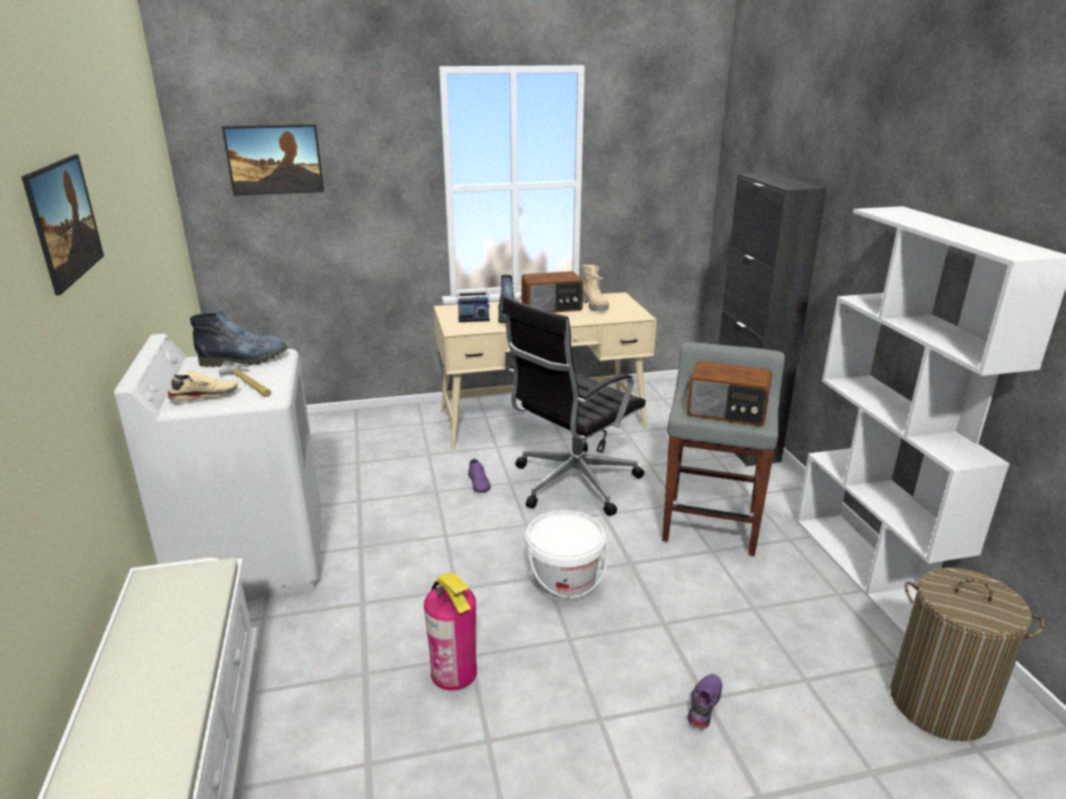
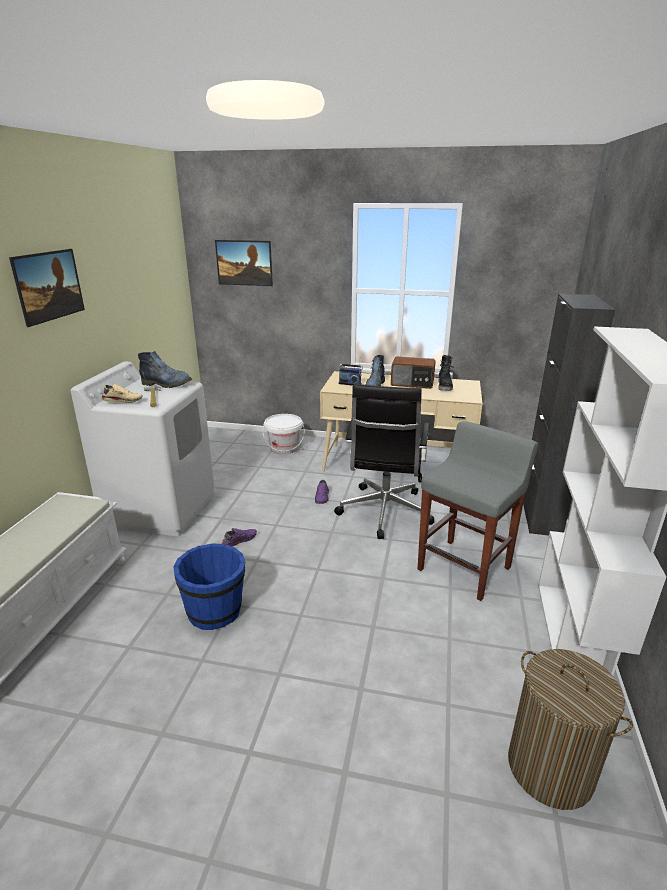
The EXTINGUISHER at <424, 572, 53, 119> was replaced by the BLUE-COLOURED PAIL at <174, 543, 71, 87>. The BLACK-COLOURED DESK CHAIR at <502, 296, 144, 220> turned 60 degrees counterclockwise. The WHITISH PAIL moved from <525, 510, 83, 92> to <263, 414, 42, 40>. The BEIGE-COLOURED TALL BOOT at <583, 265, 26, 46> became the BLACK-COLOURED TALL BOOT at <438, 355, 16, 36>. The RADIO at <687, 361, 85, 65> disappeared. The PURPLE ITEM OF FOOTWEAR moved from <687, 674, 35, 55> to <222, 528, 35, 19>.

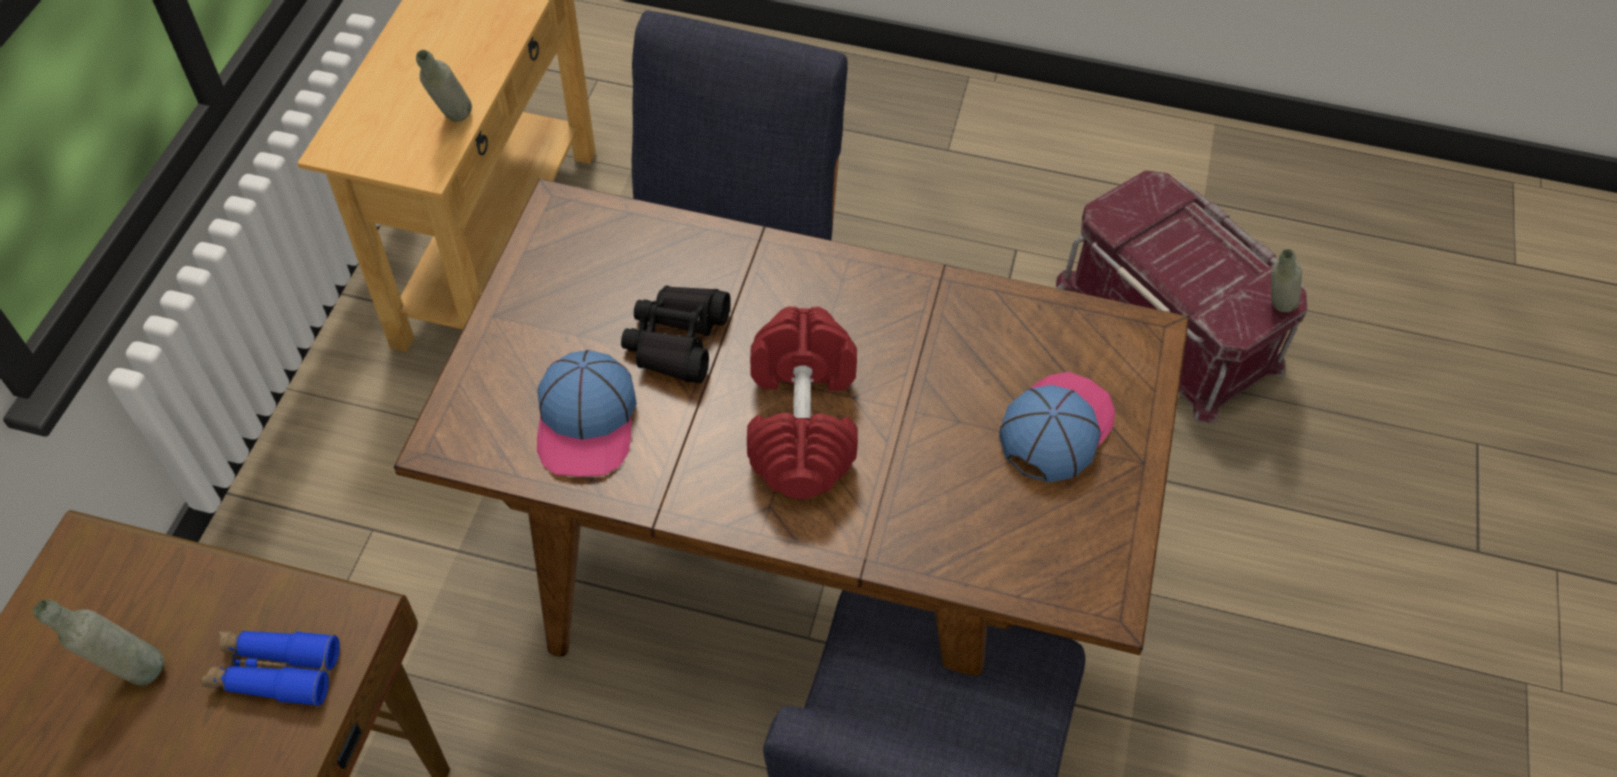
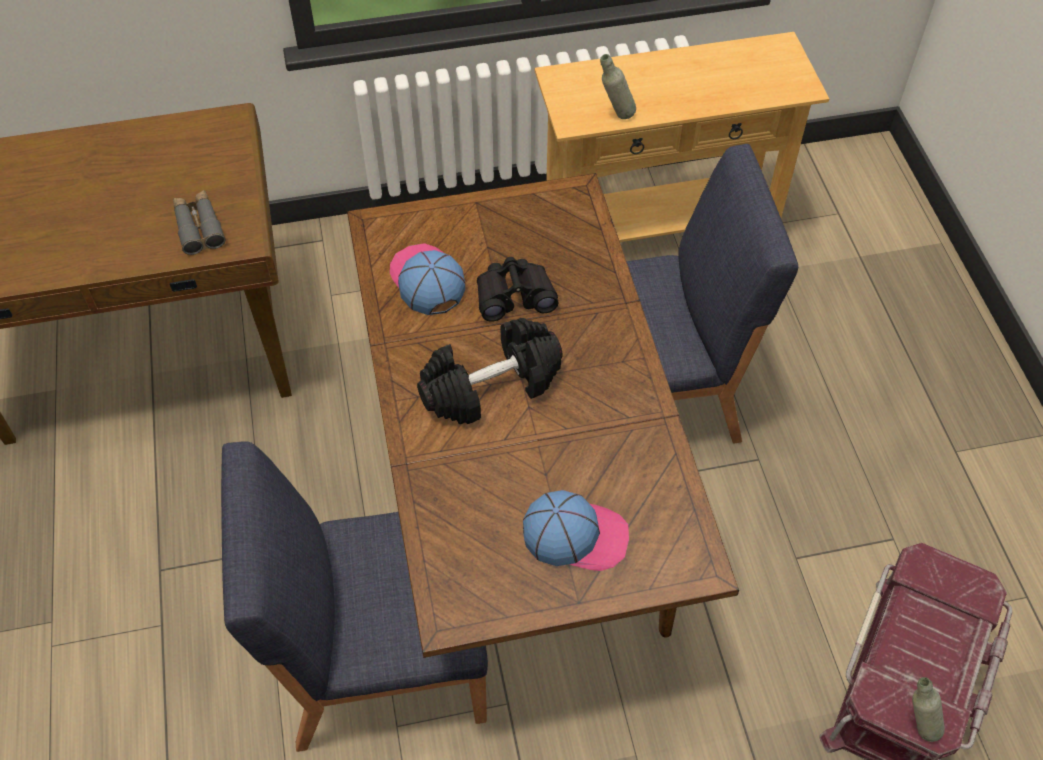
The GREY BEVERAGE BOTTLE at <33, 600, 131, 86> disappeared. The BLUE-COLOURED PAIR OF BINOCULARS at <200, 631, 140, 75> became the GREY PAIR OF BINOCULARS at <173, 190, 53, 65>. The BASEBALL CAP at <537, 350, 100, 127> turned 90 degrees clockwise. The RED-COLOURED DUMBBELL at <747, 306, 111, 193> became the BLACK-COLOURED DUMBBELL at <417, 318, 146, 106>.

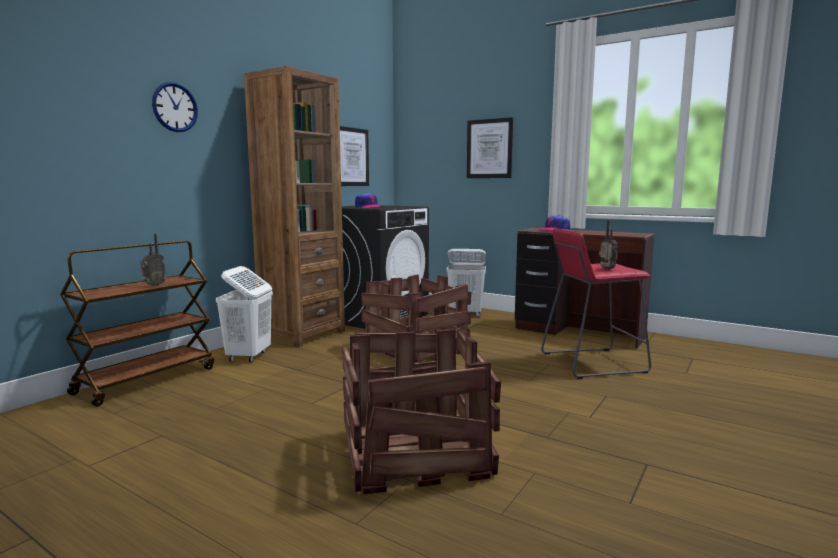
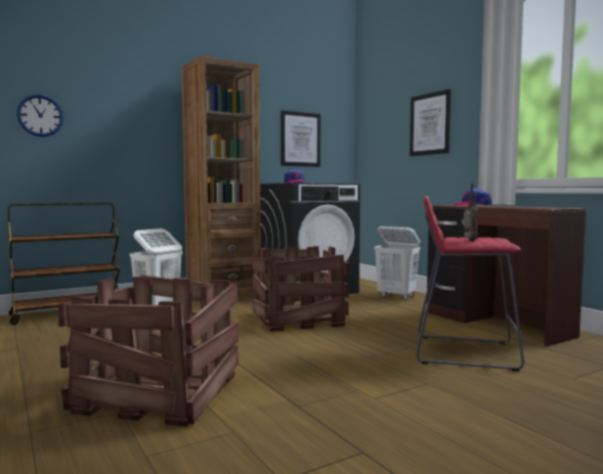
The RADIO at <141, 234, 25, 52> disappeared. The CLOCK ON THE WALL moved from <152, 82, 46, 50> to <17, 94, 46, 43>.

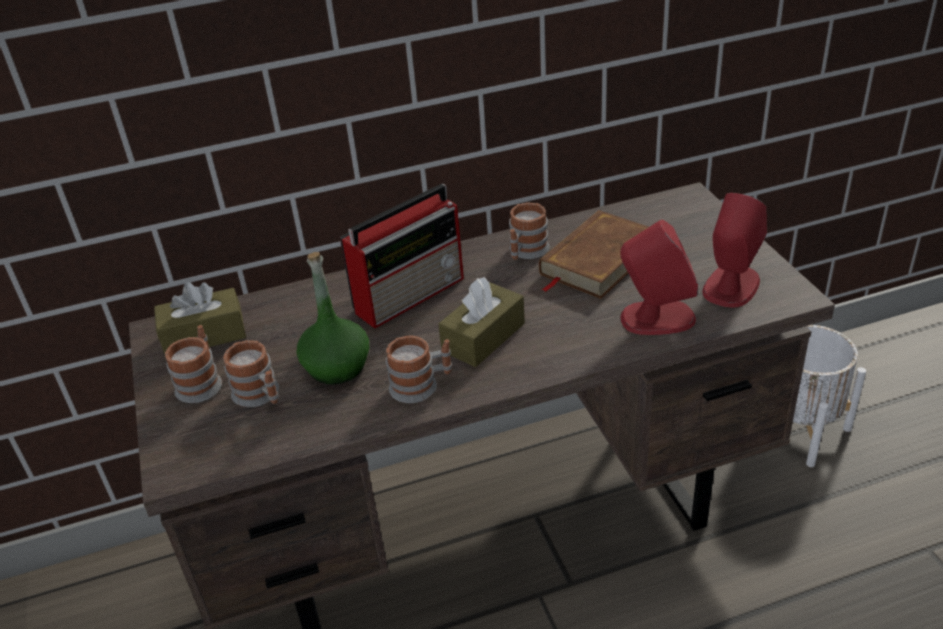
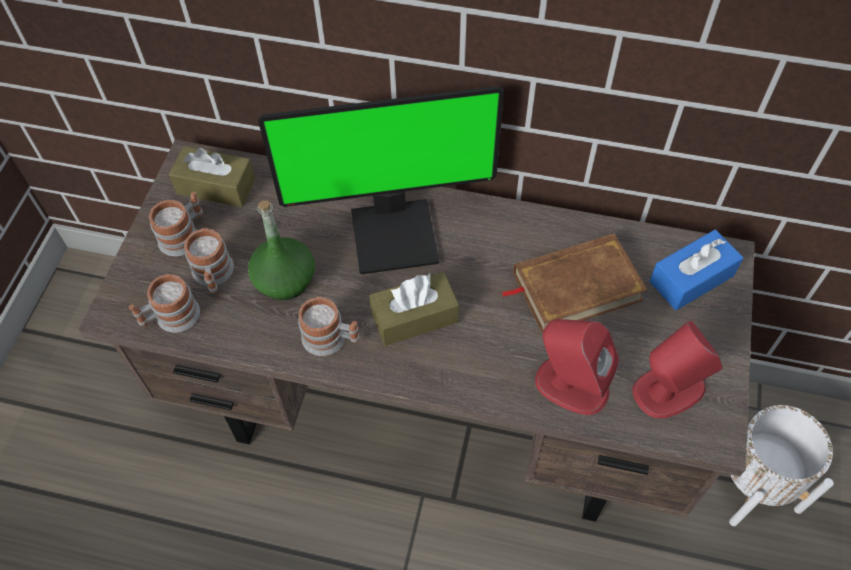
The RADIO at <340, 184, 124, 144> was replaced by the COMPUTER SCREEN at <258, 86, 246, 188>. The COFFEE MUG moved from <509, 202, 41, 58> to <129, 274, 71, 59>. The BLUE-COLOURED TISSUE BOX at <649, 230, 94, 80> appeared.

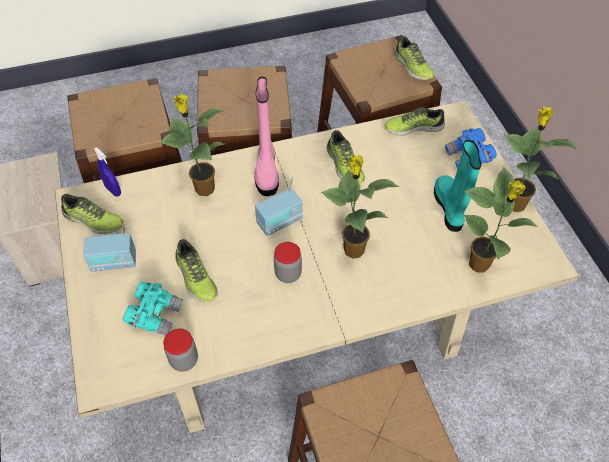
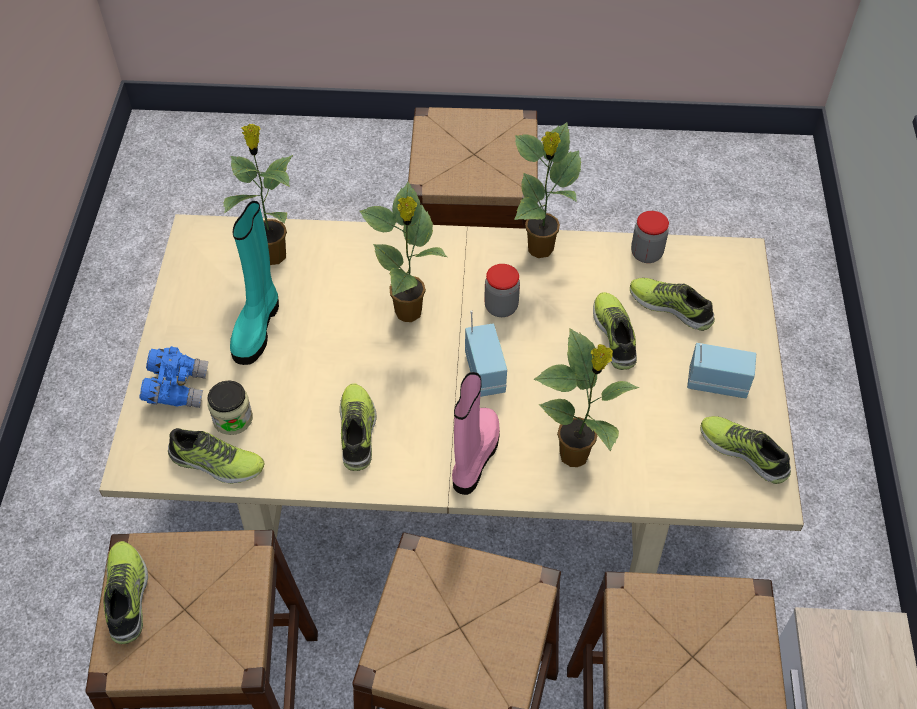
The BLUE-COLOURED SPRAY BOTTLE at <94, 147, 27, 50> disappeared. The TURQUOISE-COLOURED PAIR OF BINOCULARS at <123, 282, 60, 53> was replaced by the ITEM OF FOOTWEAR at <630, 278, 85, 53>. The RADIO at <255, 177, 48, 59> turned 90 degrees clockwise. The PLANT IN A POT moved from <504, 106, 76, 106> to <514, 122, 67, 136>. The STORAGE JAR at <207, 380, 46, 55> appeared.

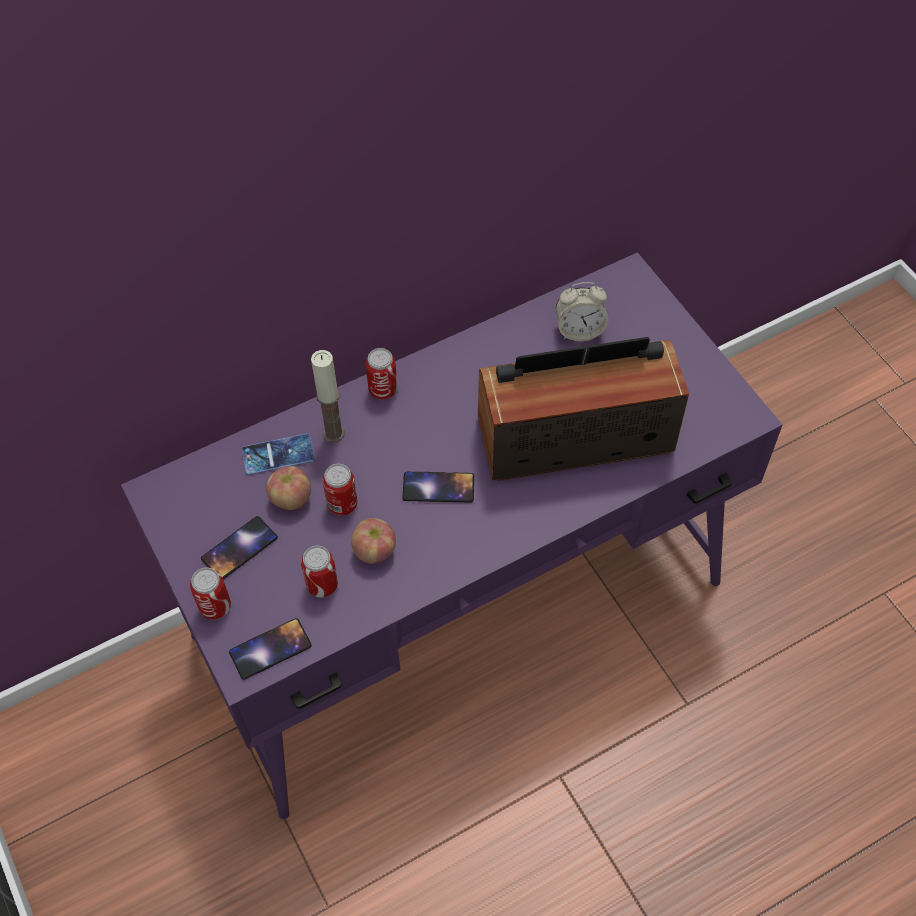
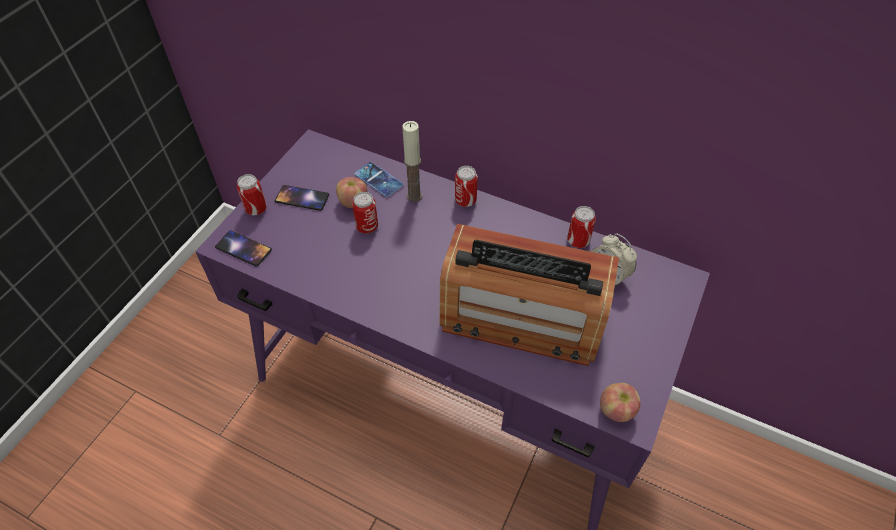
The CAN moved from <301, 546, 37, 52> to <567, 206, 29, 42>. The WHOLE APPLE moved from <351, 518, 45, 46> to <600, 383, 41, 39>. The TELEPHONE at <402, 472, 72, 31> disappeared. The RADIO at <478, 337, 211, 144> turned 150 degrees clockwise.

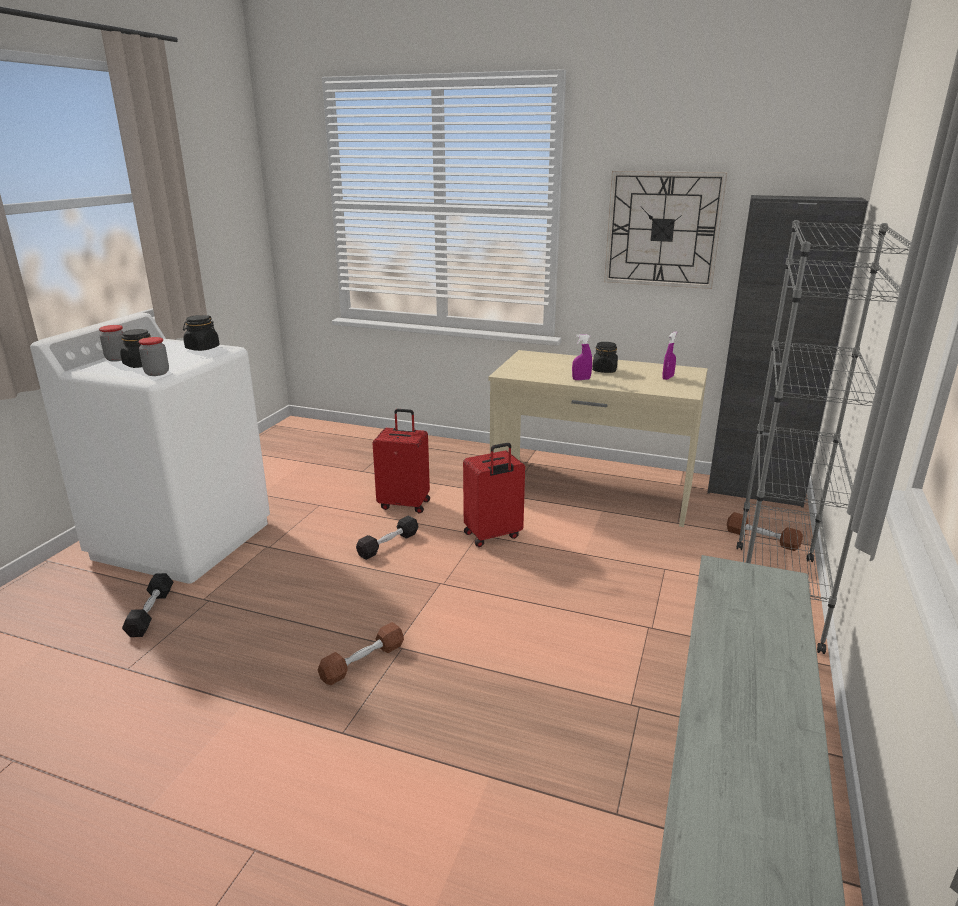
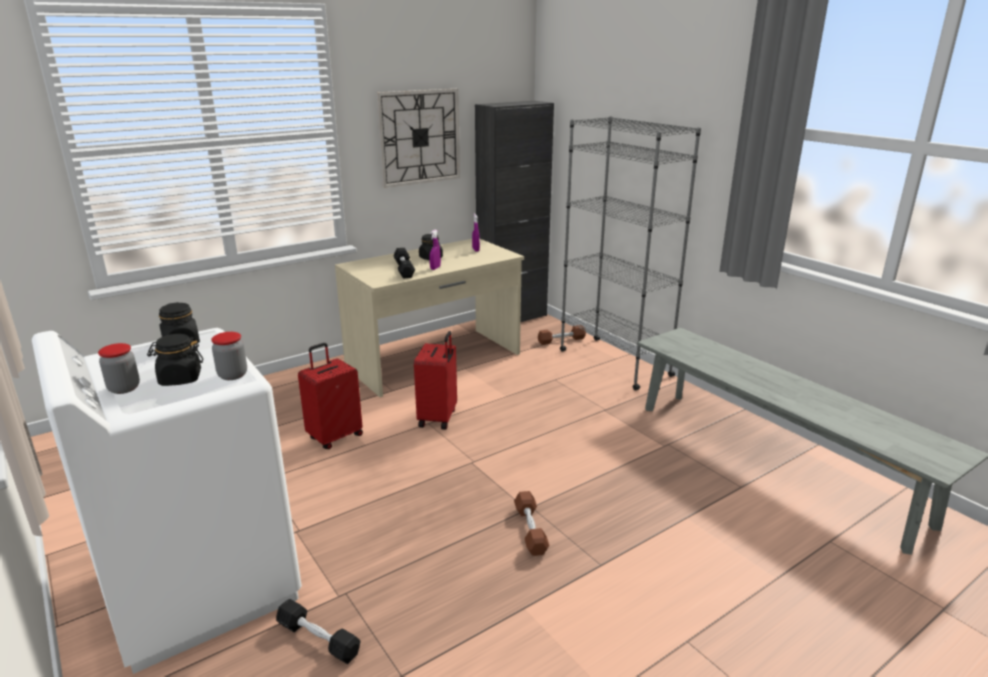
The BLACK-COLOURED DUMBBELL moved from <356, 516, 62, 44> to <393, 248, 22, 30>.

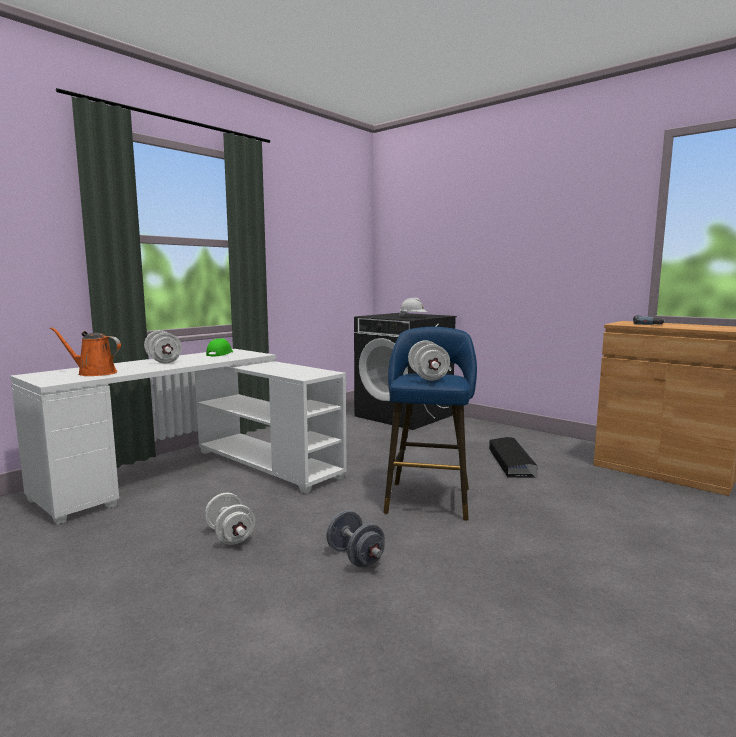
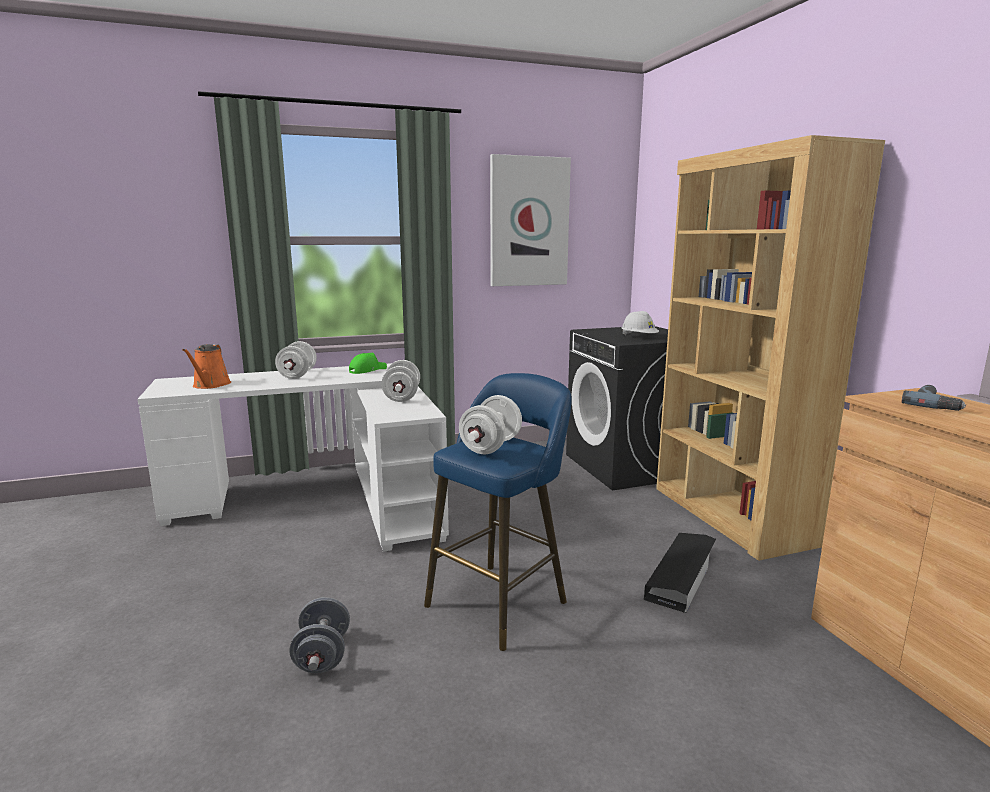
The ORANGEY WATERING POT at <50, 327, 71, 49> turned 135 degrees counterclockwise. The WHITISH DUMBBELL moved from <205, 493, 50, 52> to <381, 360, 39, 42>. The WALL ART at <490, 154, 81, 132> appeared. The BROWN BOOKCASE at <656, 135, 229, 426> appeared.

